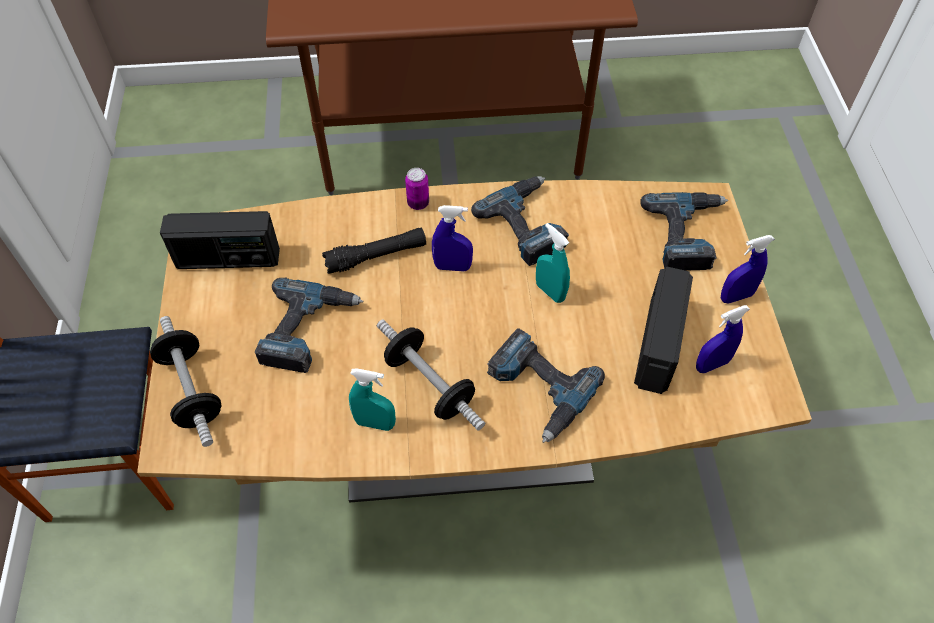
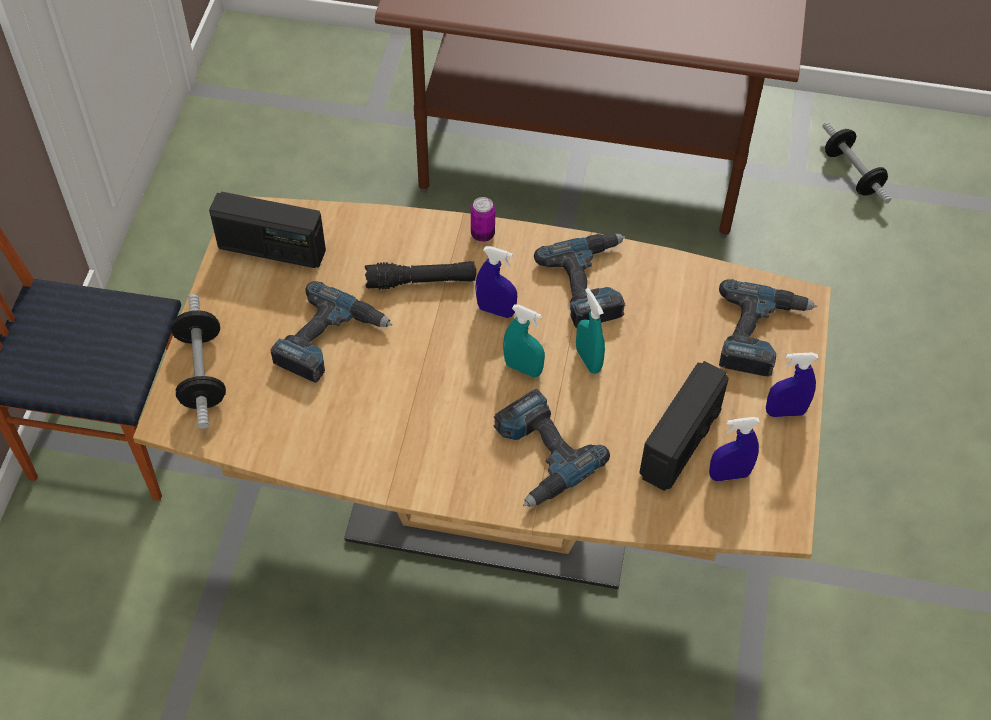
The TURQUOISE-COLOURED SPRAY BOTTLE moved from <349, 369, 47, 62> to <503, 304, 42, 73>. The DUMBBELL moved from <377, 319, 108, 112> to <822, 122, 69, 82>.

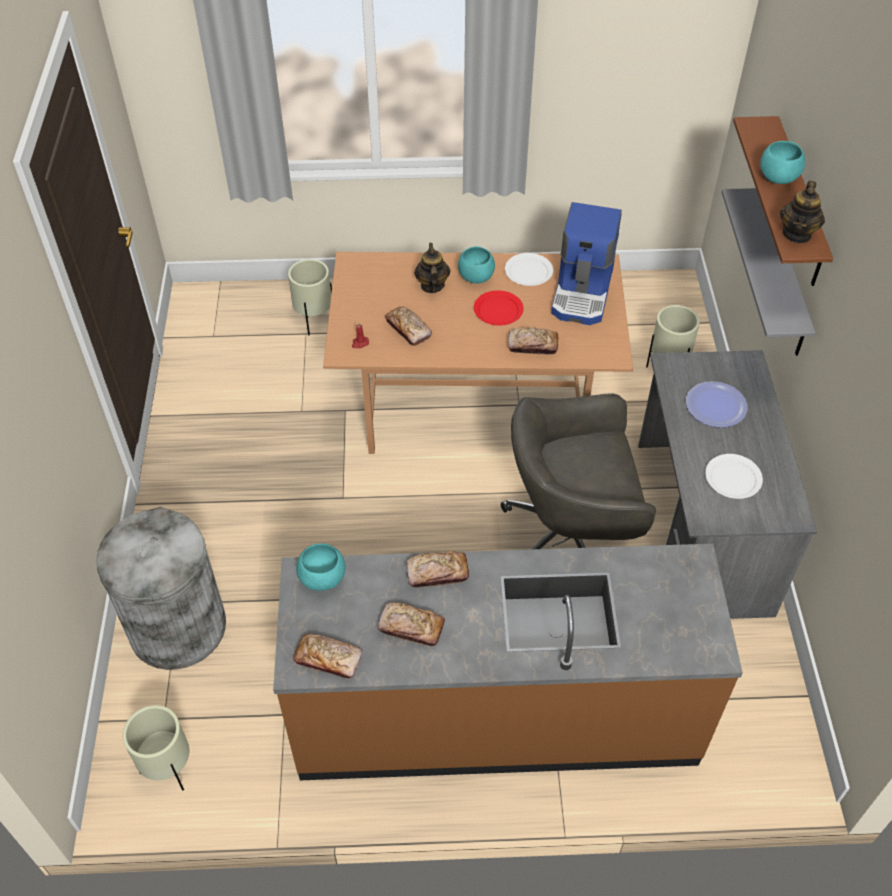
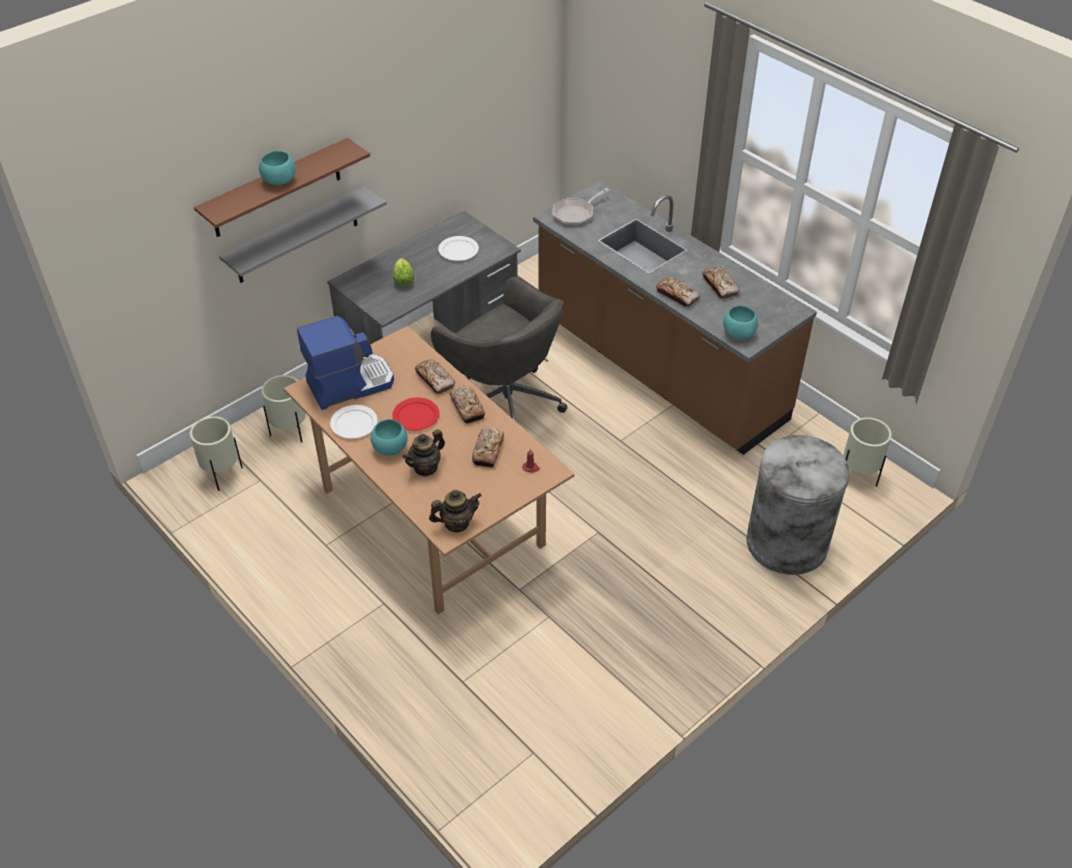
The BEIGE-COLOURED PLANTER moved from <288, 259, 44, 77> to <190, 416, 53, 75>. The BAKERY BREAD moved from <293, 634, 70, 45> to <450, 386, 35, 38>. The FLAT DISH at <686, 381, 62, 47> was replaced by the HEAD OF LETTUCE at <393, 258, 21, 29>. The TEA POT moved from <780, 181, 45, 62> to <429, 490, 53, 42>. The PAN at <553, 188, 57, 38> appeared.

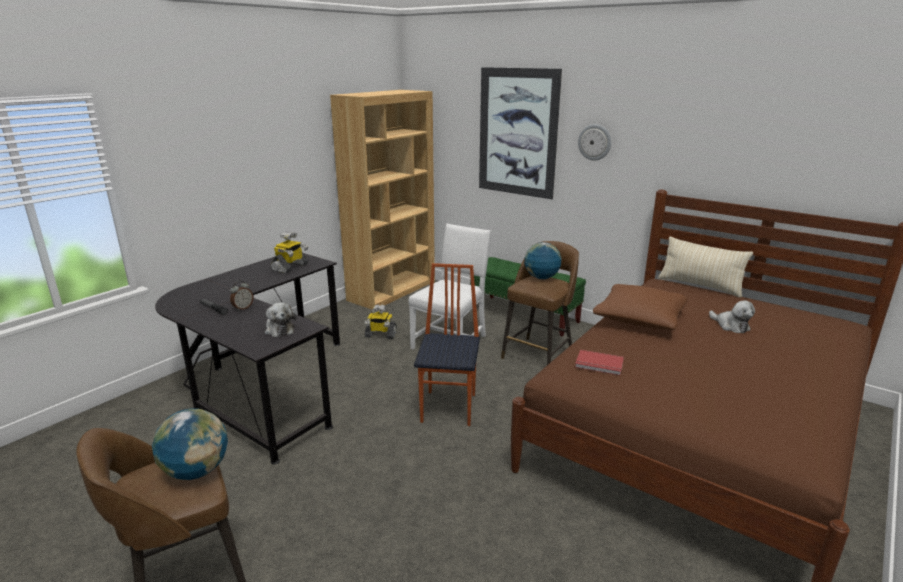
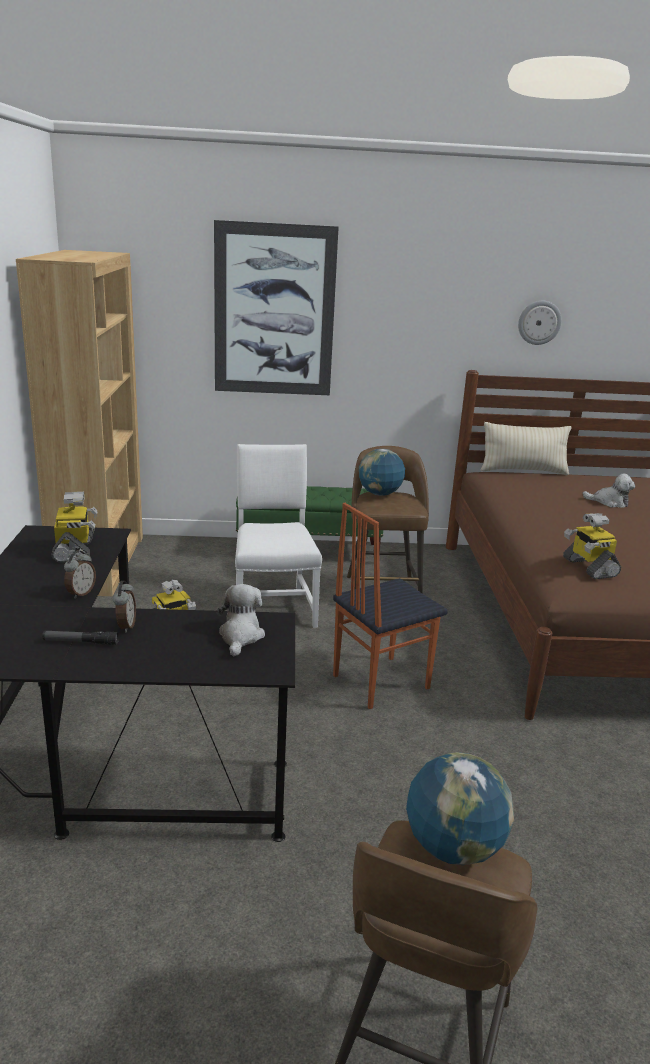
The SOFT TOY at <265, 302, 31, 35> turned 105 degrees counterclockwise. The UPRIGHT CHAIR at <414, 263, 66, 163> turned 90 degrees counterclockwise. The RED-COLOURED BOUND BOOK at <575, 350, 49, 25> was replaced by the TOY ROBOT at <563, 513, 58, 66>. The CLOCK ON THE WALL moved from <578, 124, 33, 37> to <518, 301, 44, 44>. The BROWN PILLOW at <593, 284, 95, 46> disappeared. The ALARM CLOCK at <64, 550, 32, 49> appeared.

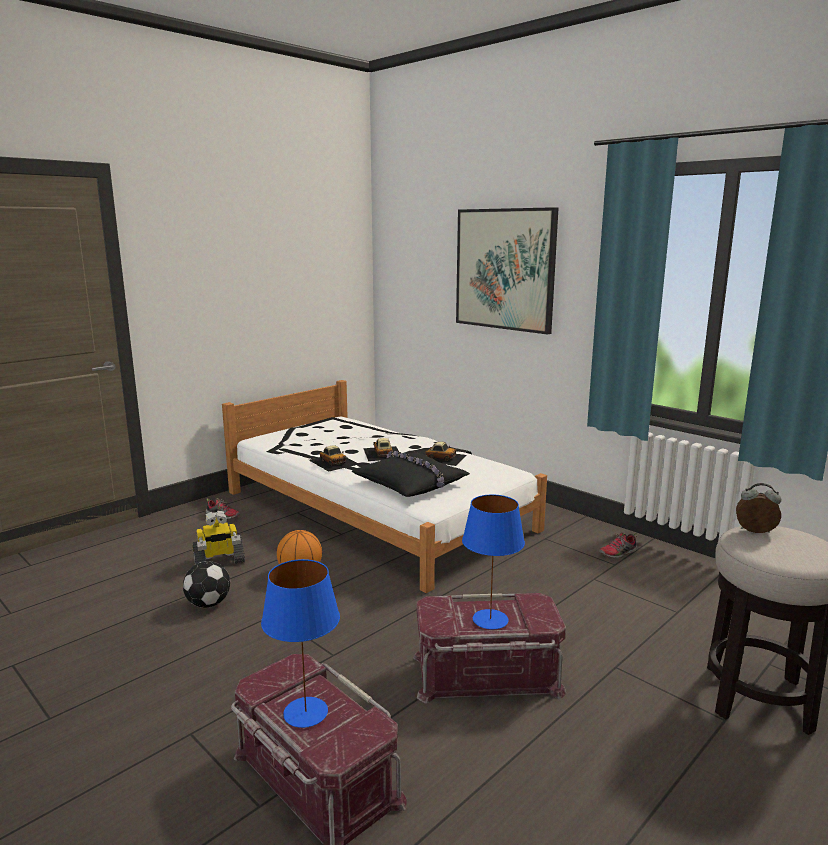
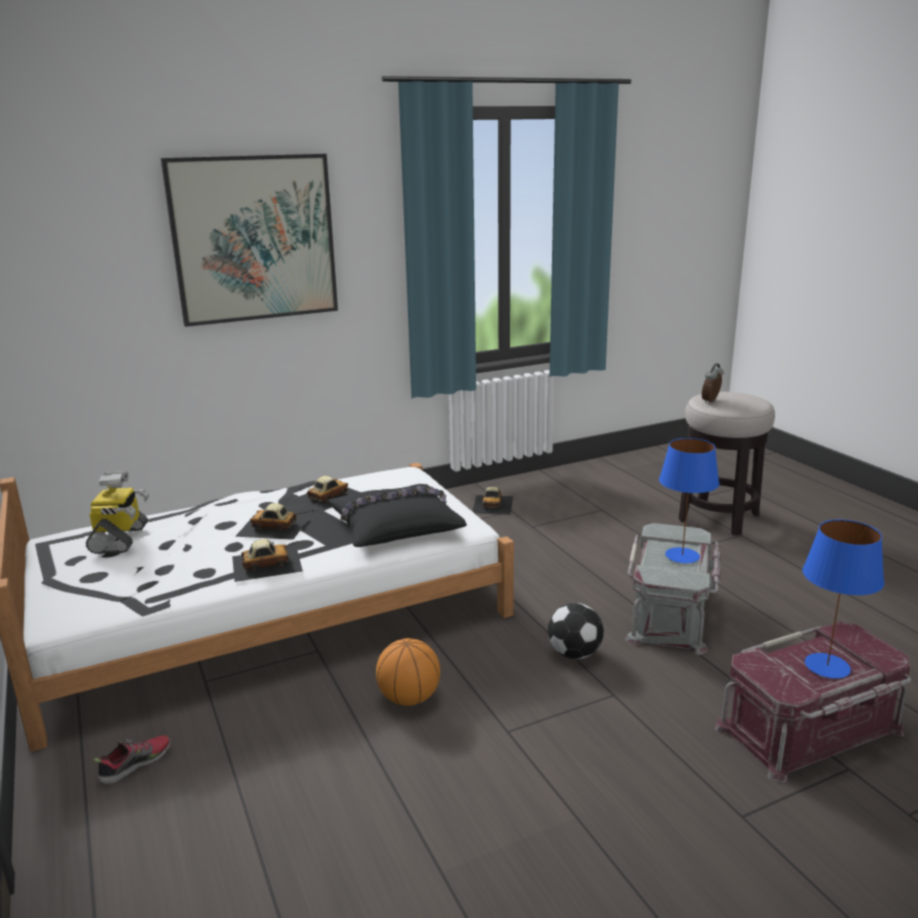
The FOOTBALL moved from <183, 561, 47, 47> to <548, 603, 56, 56>. The TOY ROBOT moved from <193, 510, 52, 55> to <86, 472, 63, 82>. The RED-COLOURED STORAGE BOX at <413, 593, 153, 111> became the GREY STORAGE BOX at <625, 523, 96, 132>. The ITEM OF FOOTWEAR at <599, 533, 38, 25> was replaced by the MINIATURE CAR at <472, 487, 42, 28>.

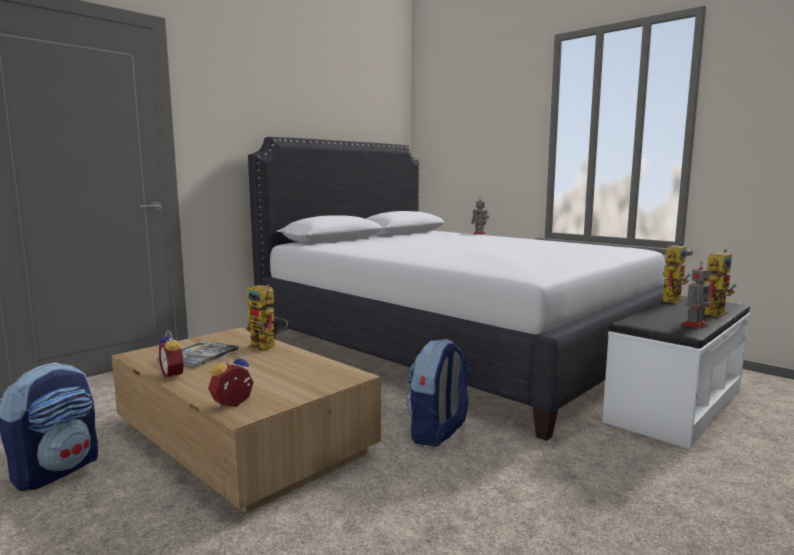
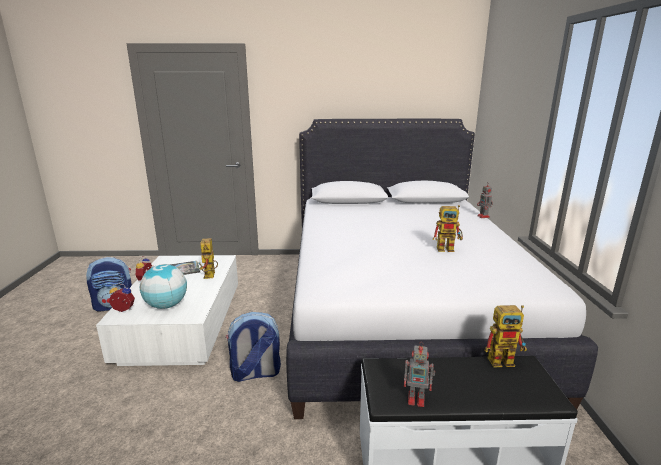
The BROWN LOW TABLE at <111, 327, 270, 186> became the WHITISH LOW TABLE at <96, 255, 142, 111>. The TOY ROBOT moved from <705, 249, 32, 68> to <433, 205, 30, 47>. The GLOBE at <140, 264, 47, 45> appeared.

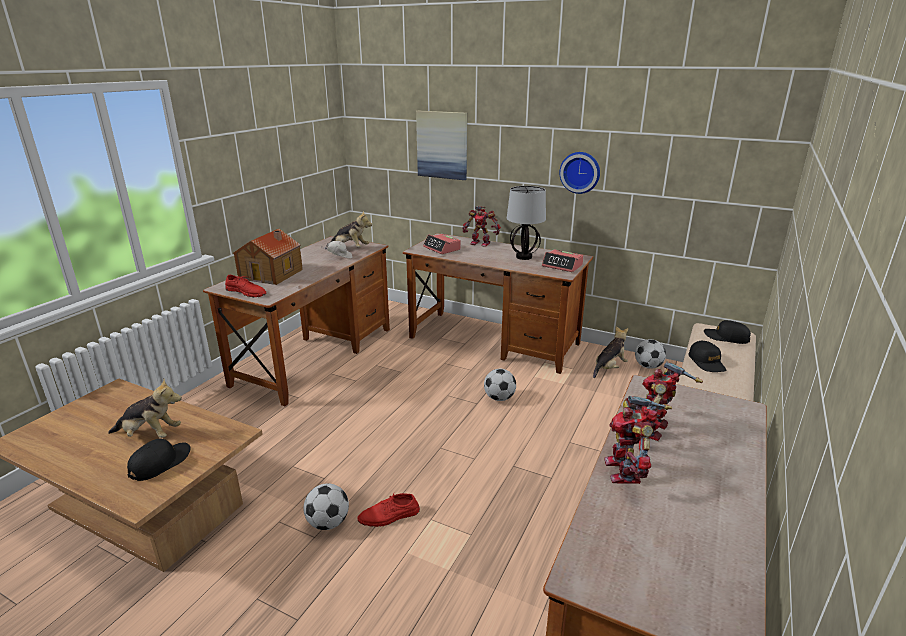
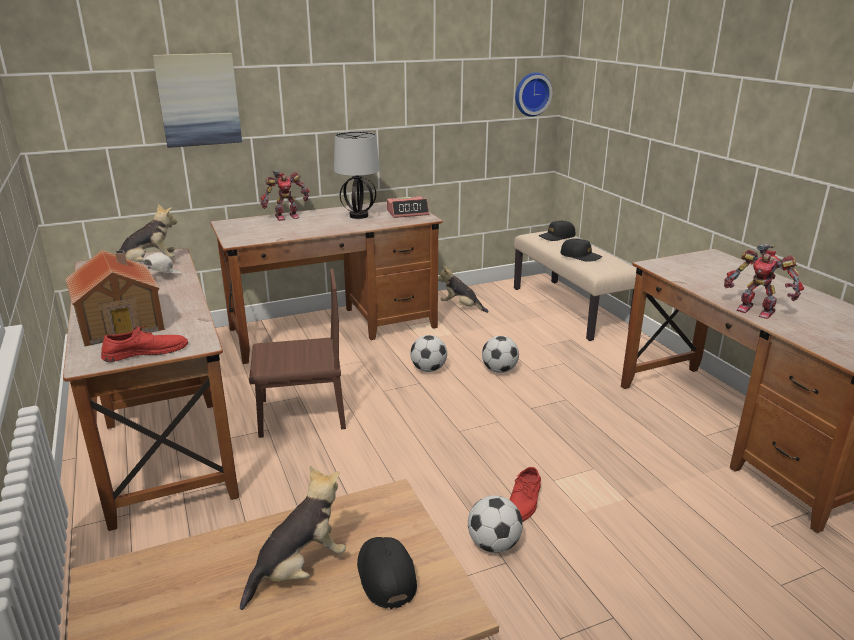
The ALARM CLOCK at <423, 234, 38, 20> disappeared. The CLOCK ON THE WALL moved from <559, 152, 41, 42> to <515, 72, 37, 45>. The SOFT TOY at <593, 326, 35, 52> turned 60 degrees counterclockwise. The FOOTBALL moved from <635, 339, 31, 30> to <482, 336, 37, 37>. The TOY ROBOT at <643, 361, 60, 80> disappeared. The BROWN UPRIGHT CHAIR at <249, 269, 97, 169> appeared.

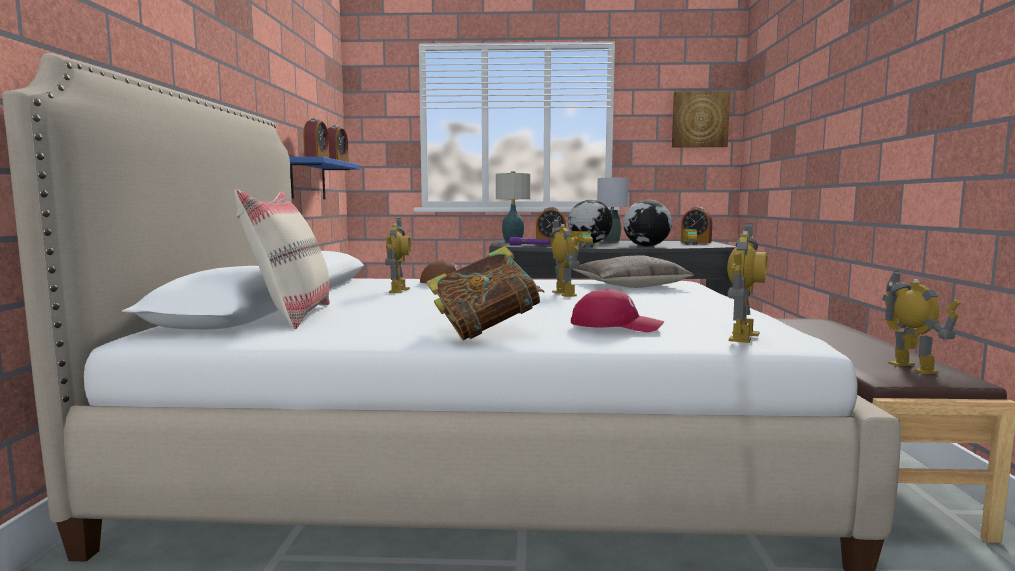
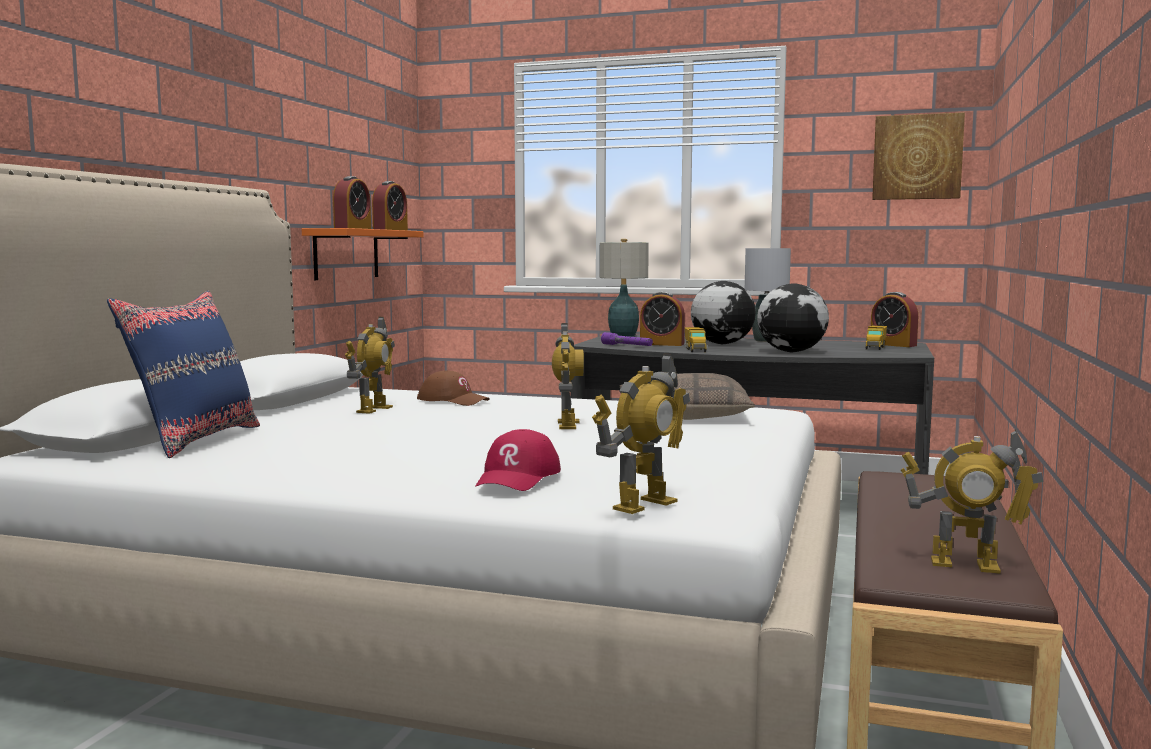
The BEIGE-COLOURED PILLOW at <234, 190, 96, 139> became the BLUE-COLOURED PILLOW at <107, 291, 153, 167>. The BLUE-COLOURED BRACKET SHELF at <289, 157, 71, 42> became the ORANGEY BRACKET SHELF at <302, 228, 122, 52>. The BOUND BOOK at <427, 246, 118, 94> disappeared. The RED-COLOURED BASEBALL CAP at <571, 289, 93, 43> turned 75 degrees clockwise. The TOY ROBOT at <882, 270, 78, 104> turned 105 degrees clockwise.

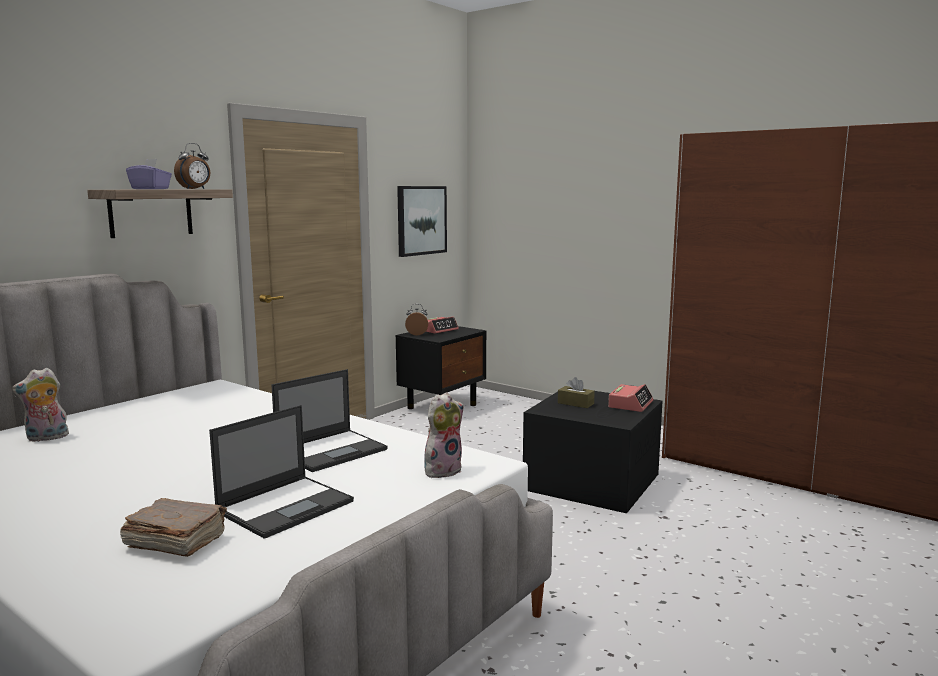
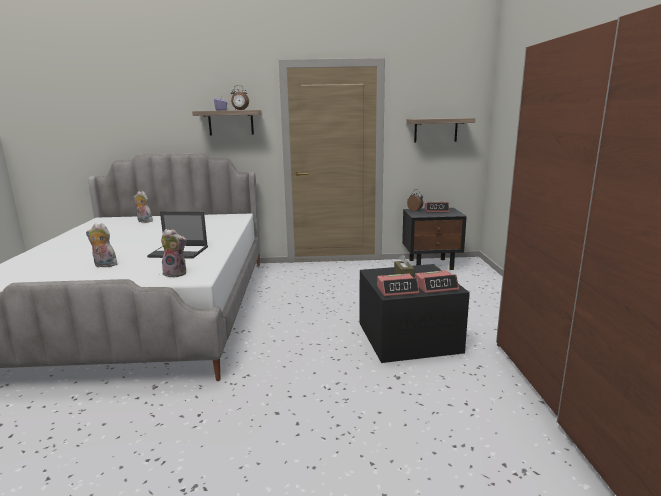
The BROWN BOUND BOOK at <120, 498, 107, 59> disappeared. The PORTABLE COMPUTER at <209, 405, 145, 134> was replaced by the SOFT TOY at <86, 223, 31, 44>. The WALL ART at <397, 186, 50, 71> was replaced by the BRACKET SHELF at <406, 118, 69, 25>. The ALARM CLOCK at <377, 274, 42, 22> appeared.

